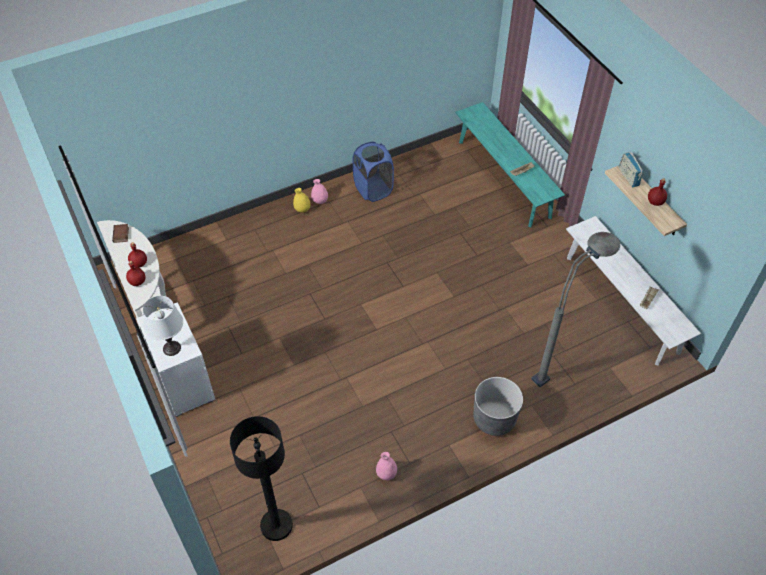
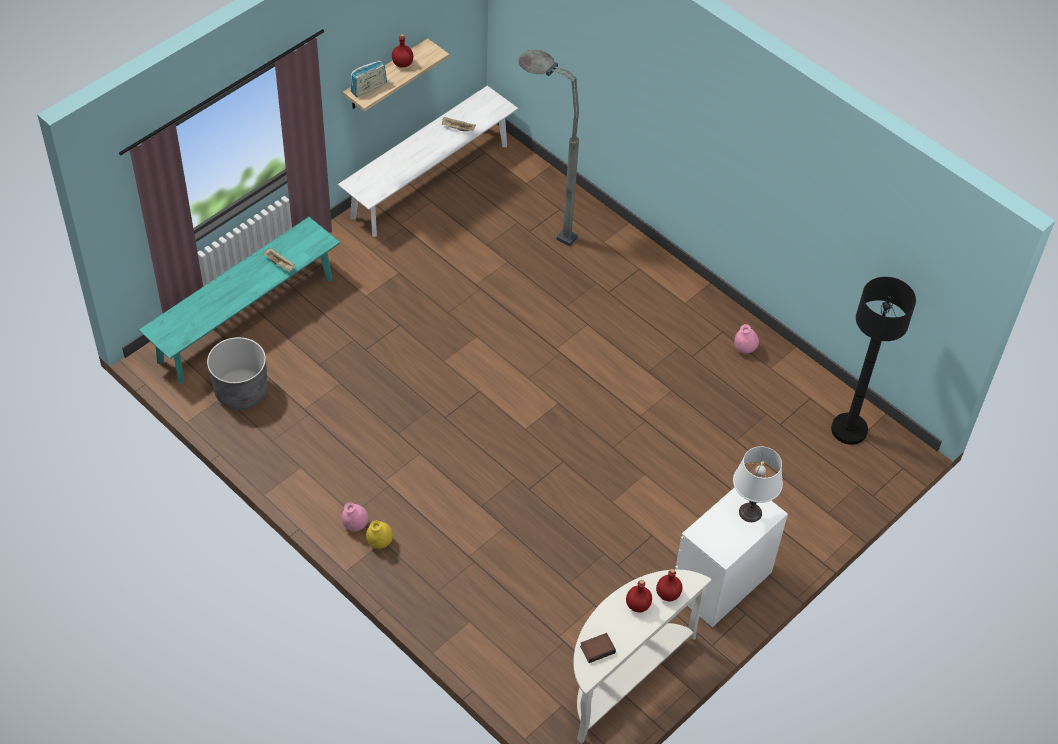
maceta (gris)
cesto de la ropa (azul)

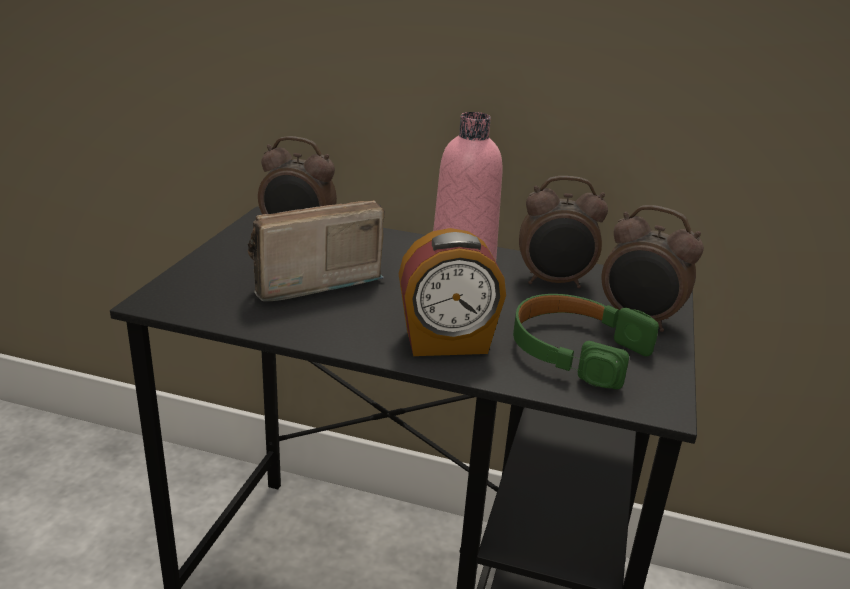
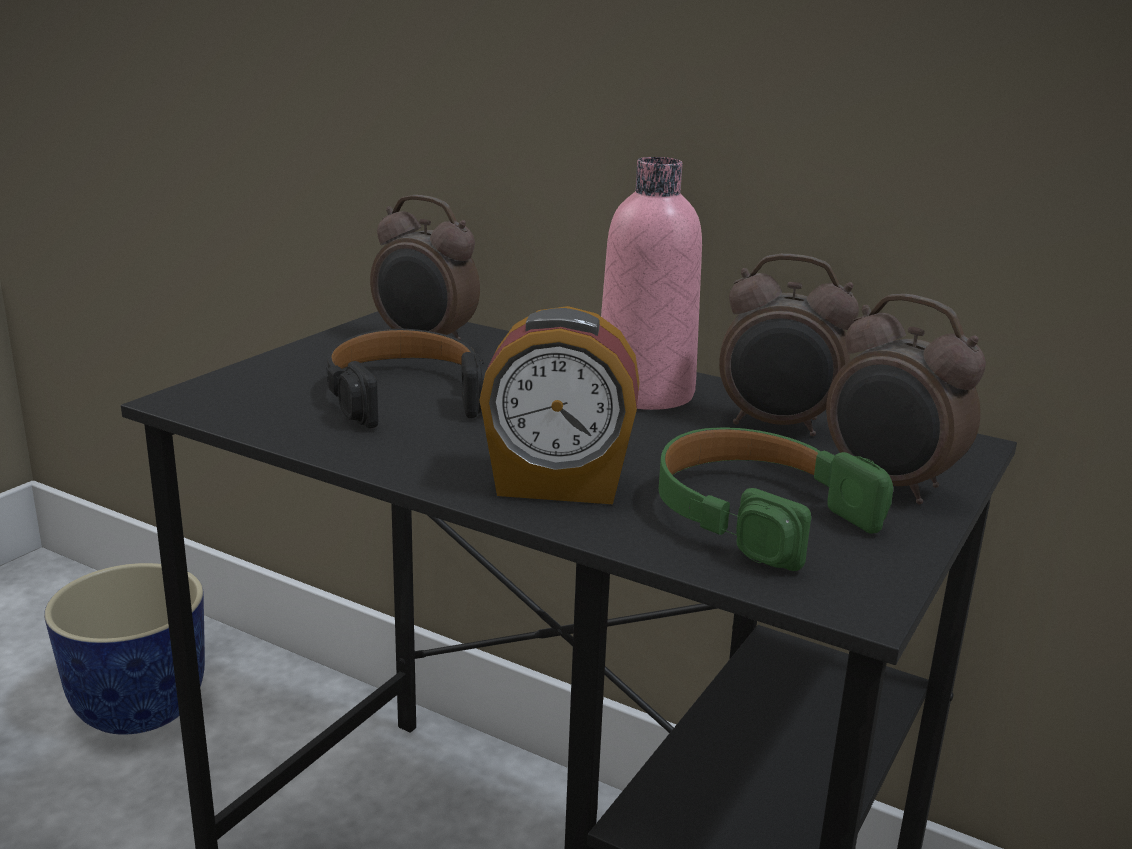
maceta
auriculares (negro)

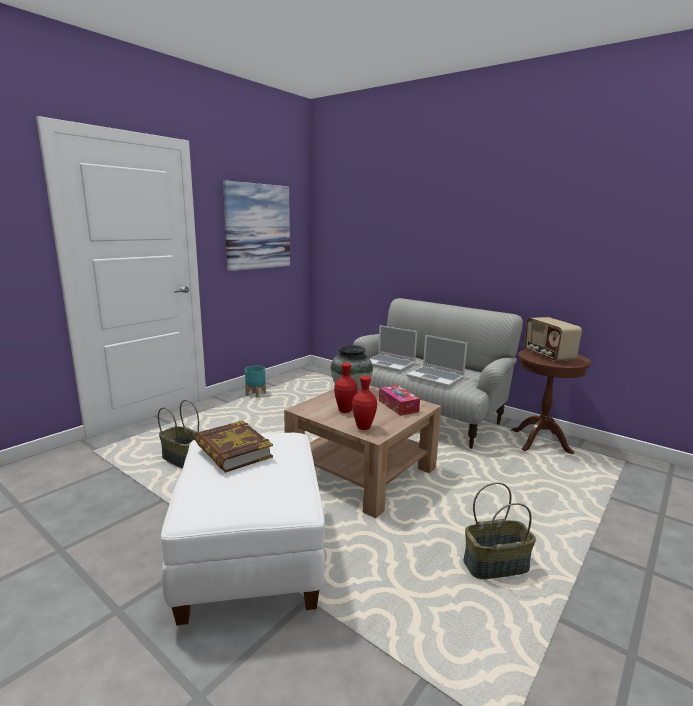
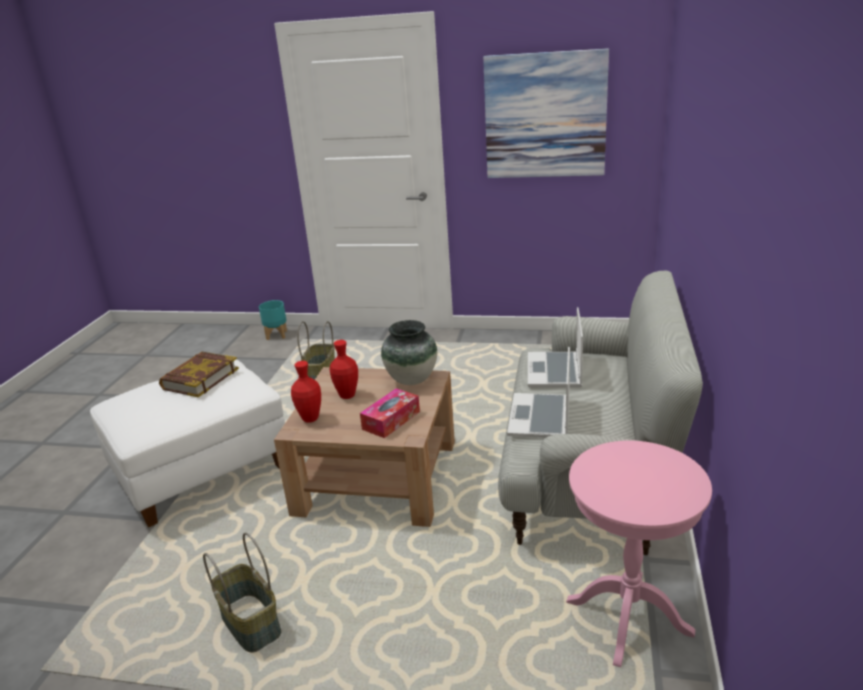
maceta (turquesa)
mesa auxiliar (rosa)
radio

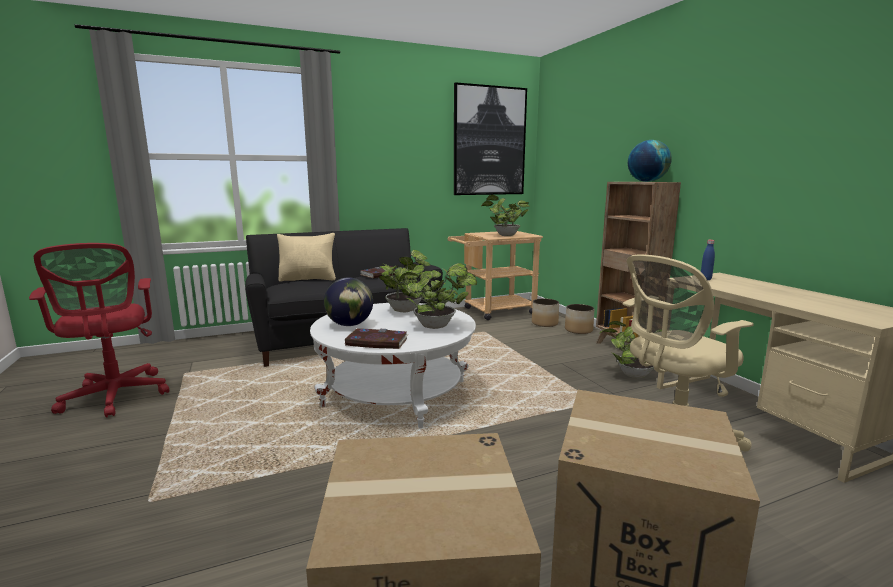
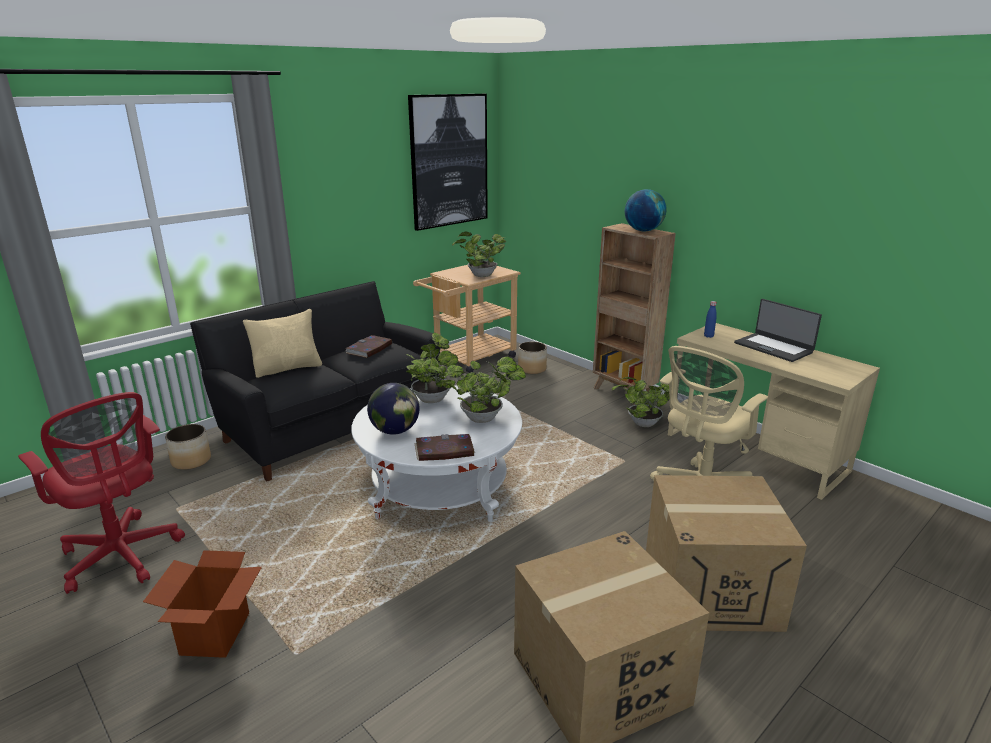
caja de cartón (1st from left)
maceta (1st from left)
portátil

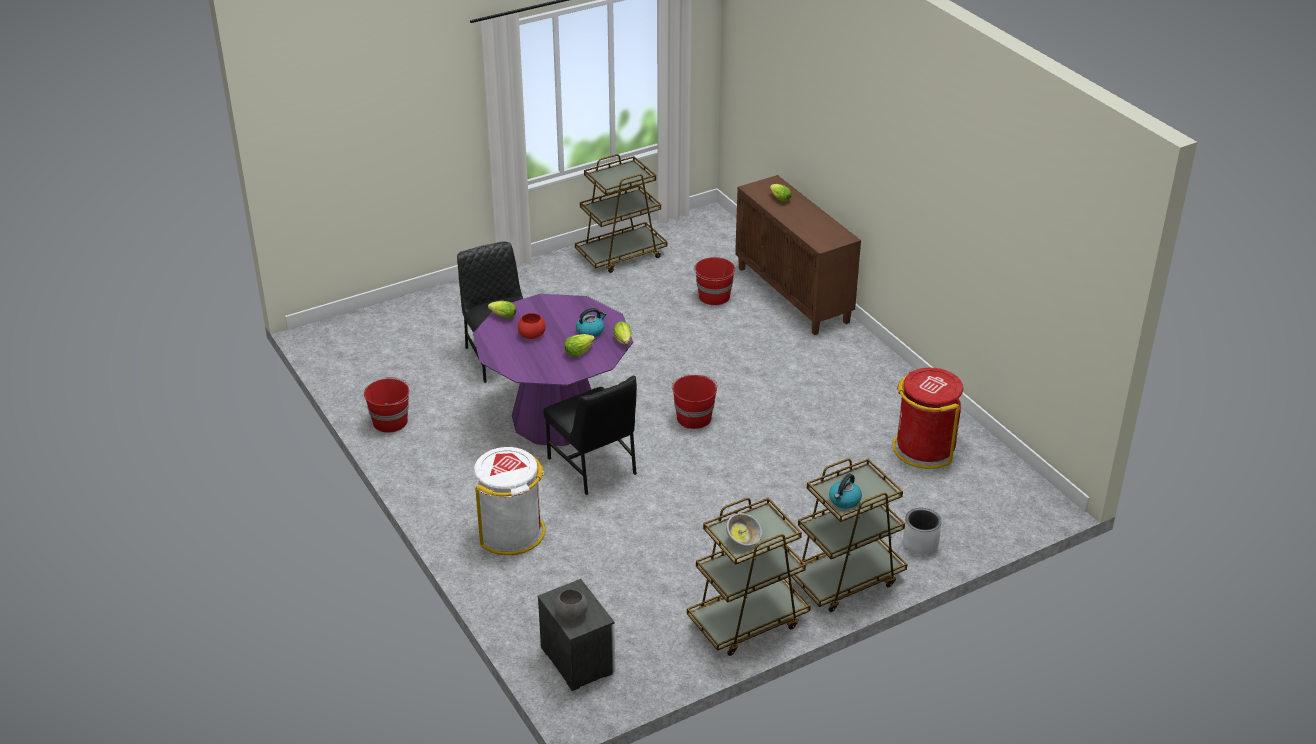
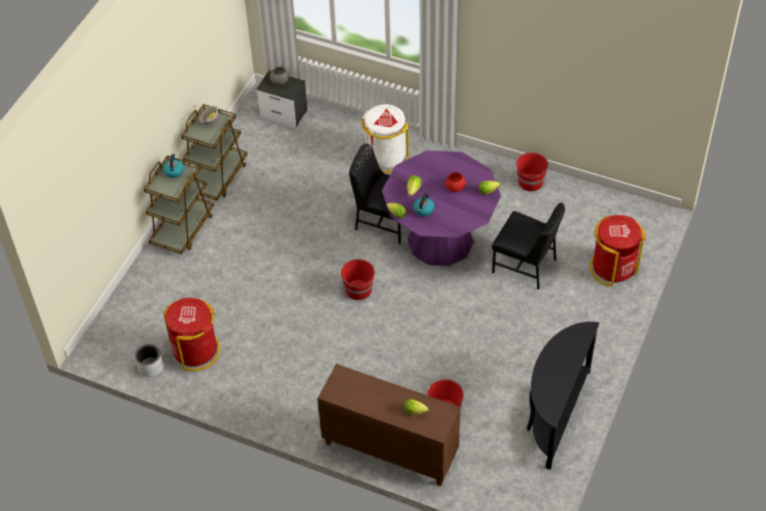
maceta (gris)
mesa consola (negro)
papelera (rojo) (2nd from left)

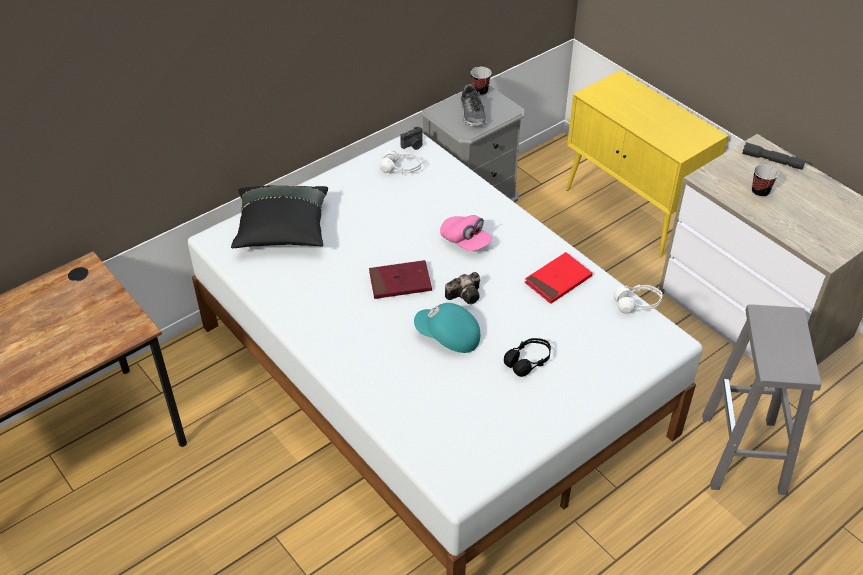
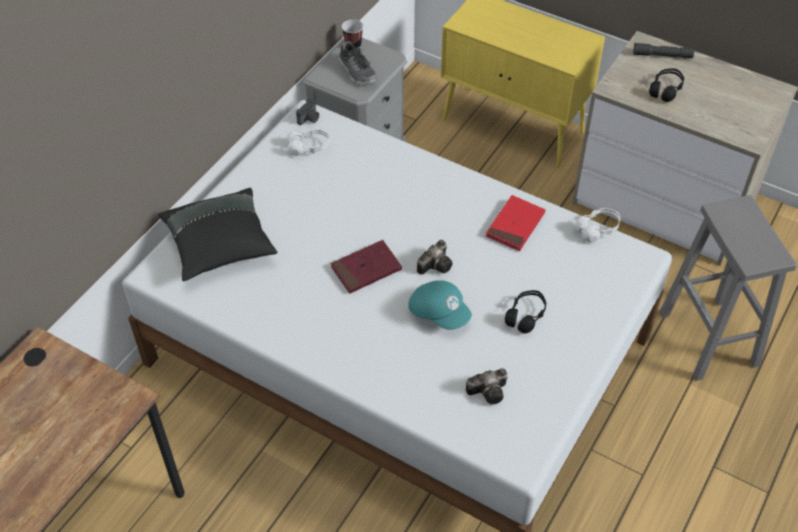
gorra (turquesa)
cámara (3rd from left)
auriculares (negro) (2nd from left)
gorra (rosa)

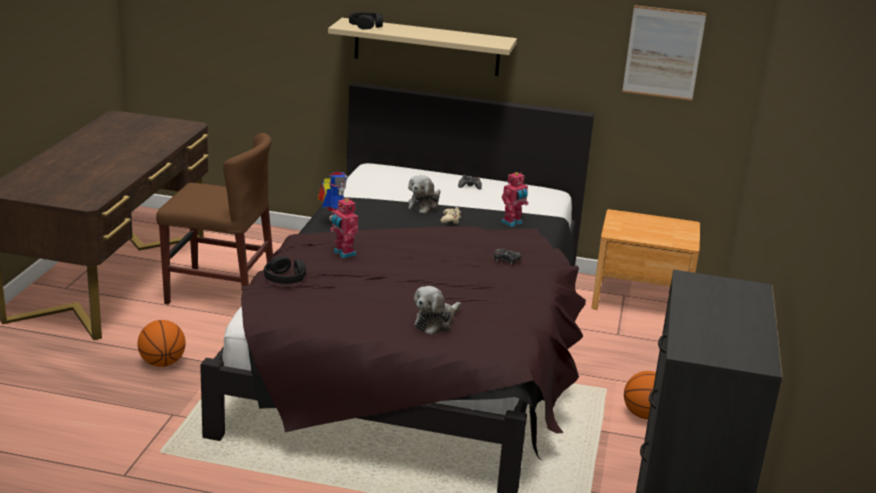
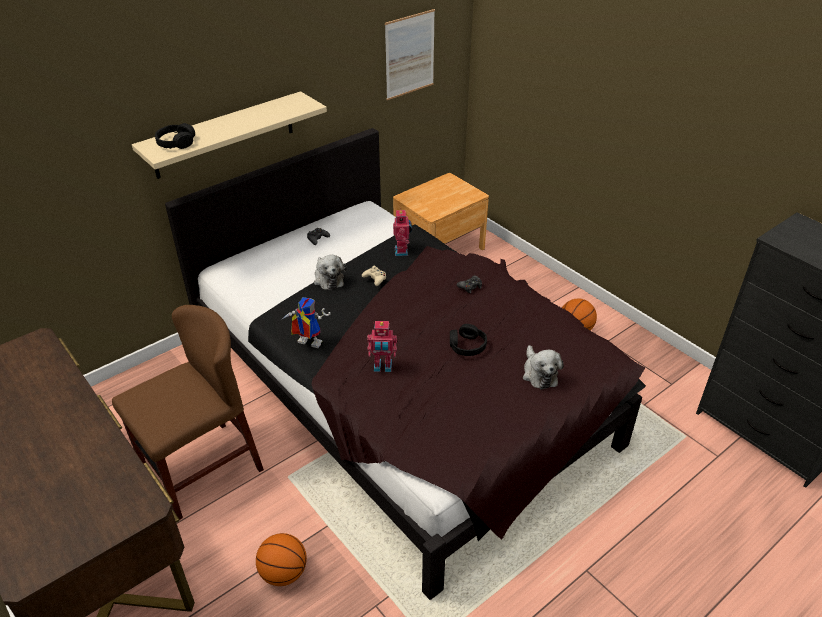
auriculares (negro) (2nd from left)

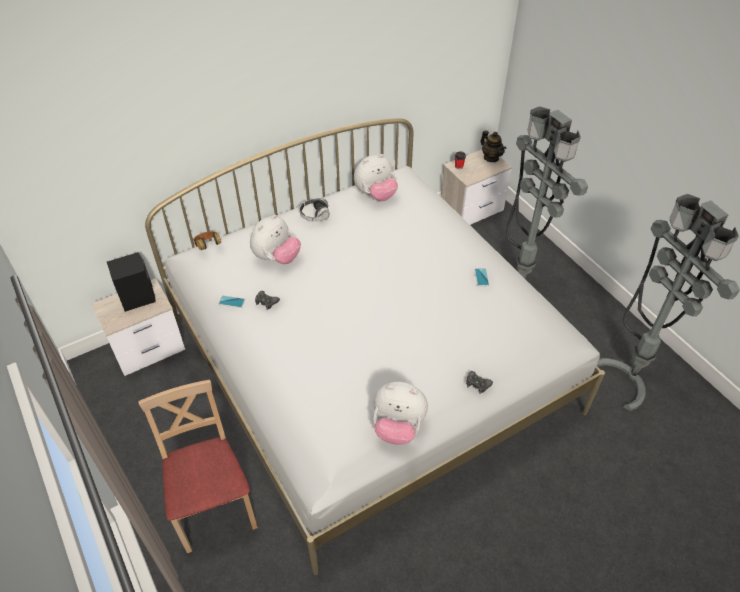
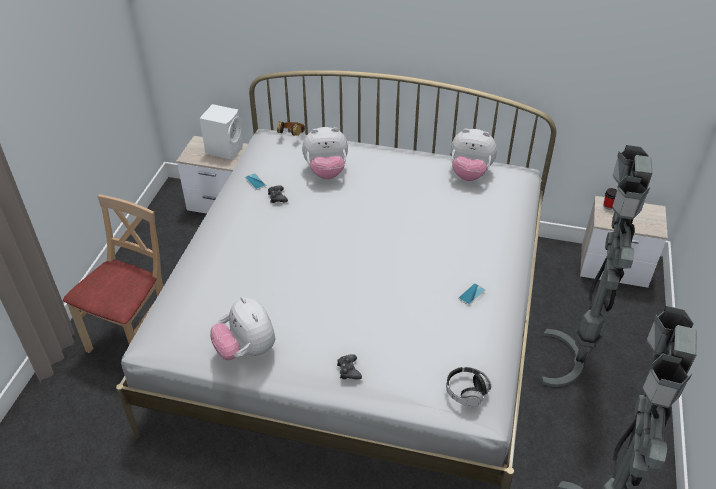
altavoz (blanco)
auriculares (2nd from left)
tetera

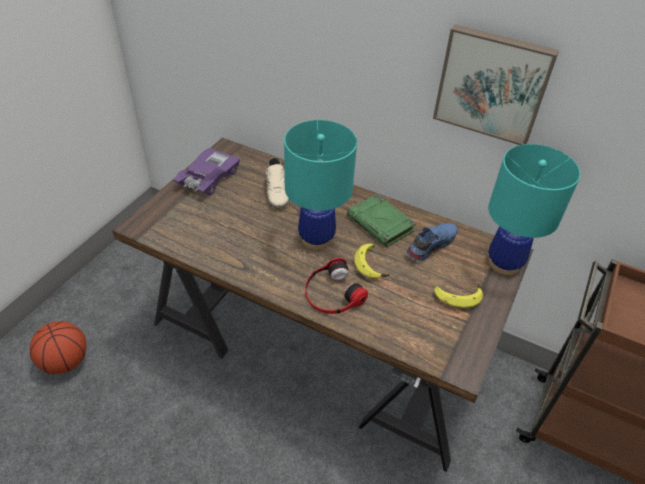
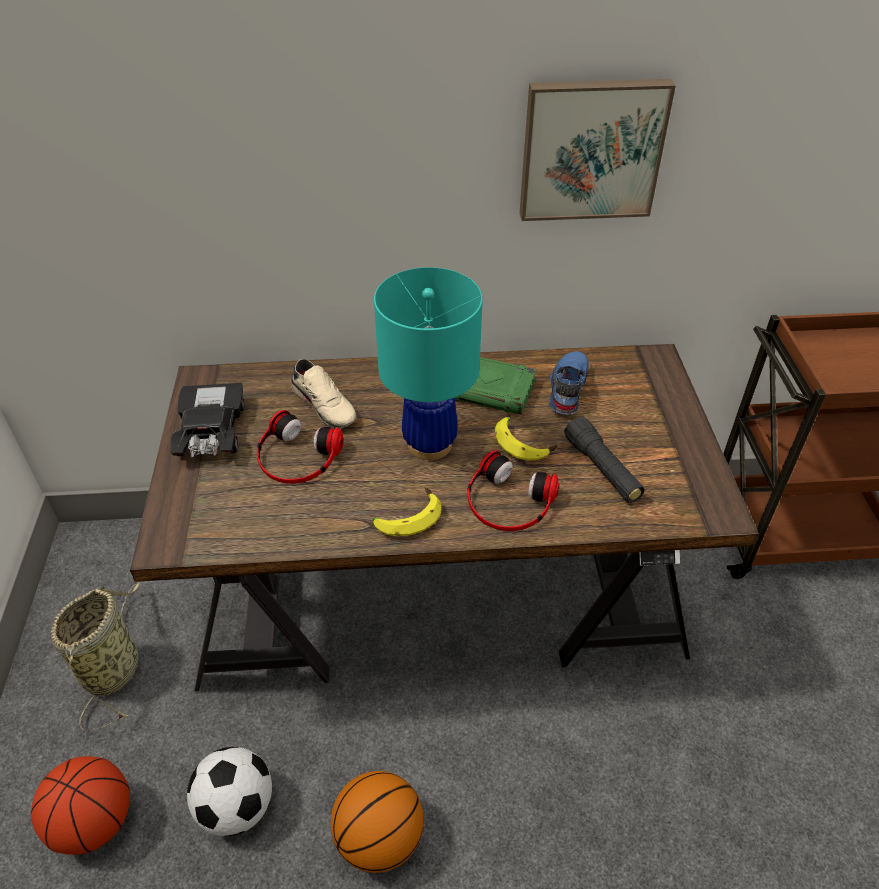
cesta
coche de juguete (negro)
balón de fútbol
auriculares (1st from left)
balón de baloncesto (2nd from left)
plátano (1st from left)
linterna (negro)
lámpara de mesa (turquesa) (2nd from left in the first image)

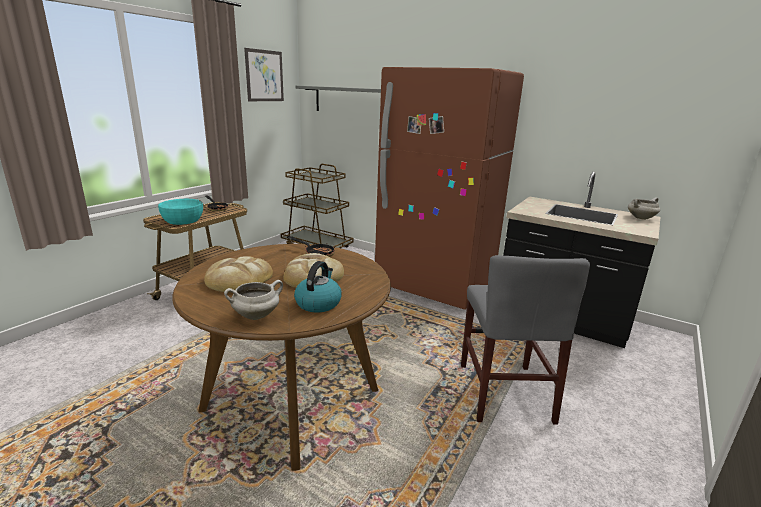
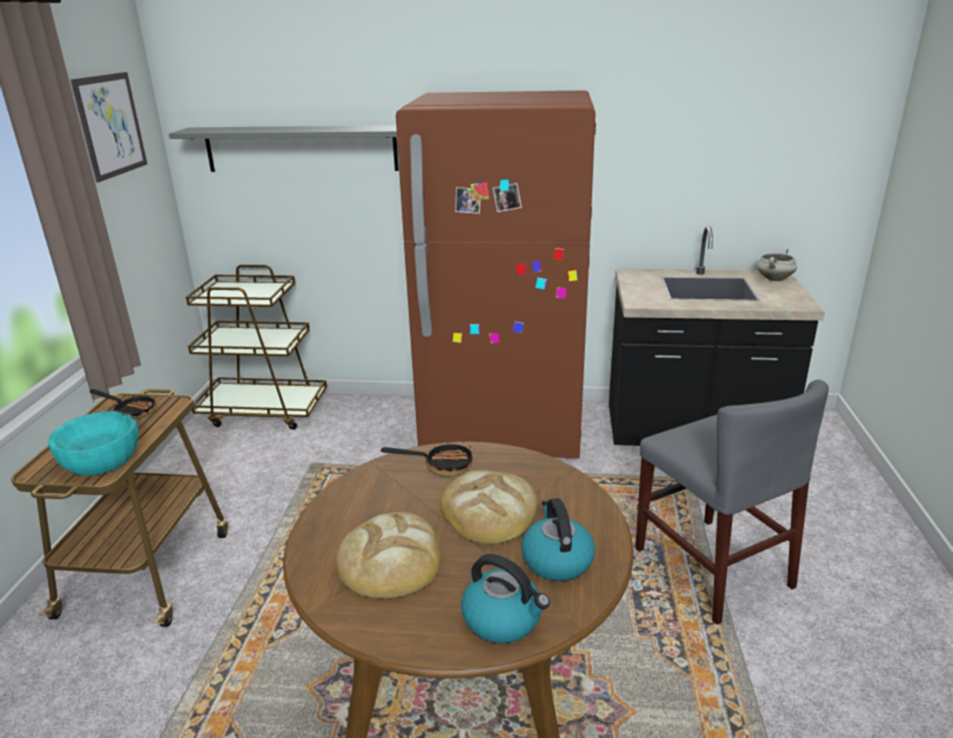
hervidor (1st from left)

